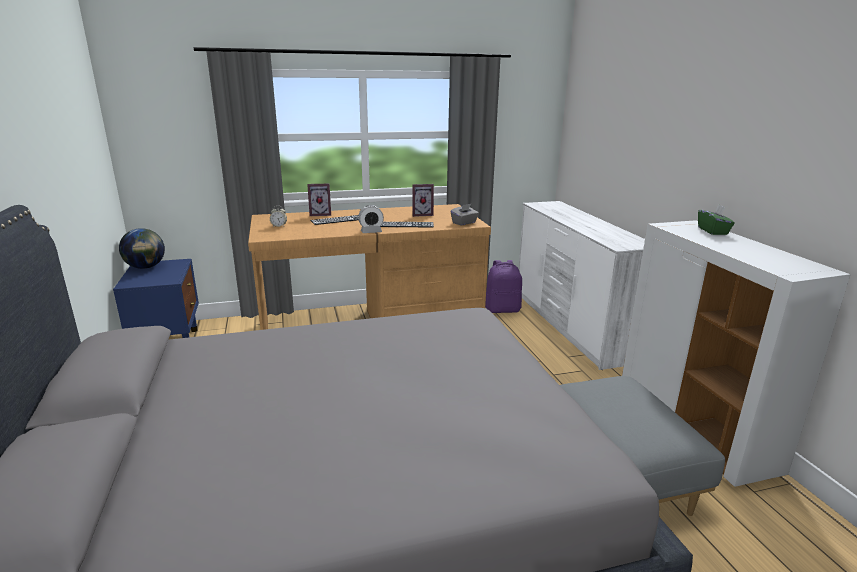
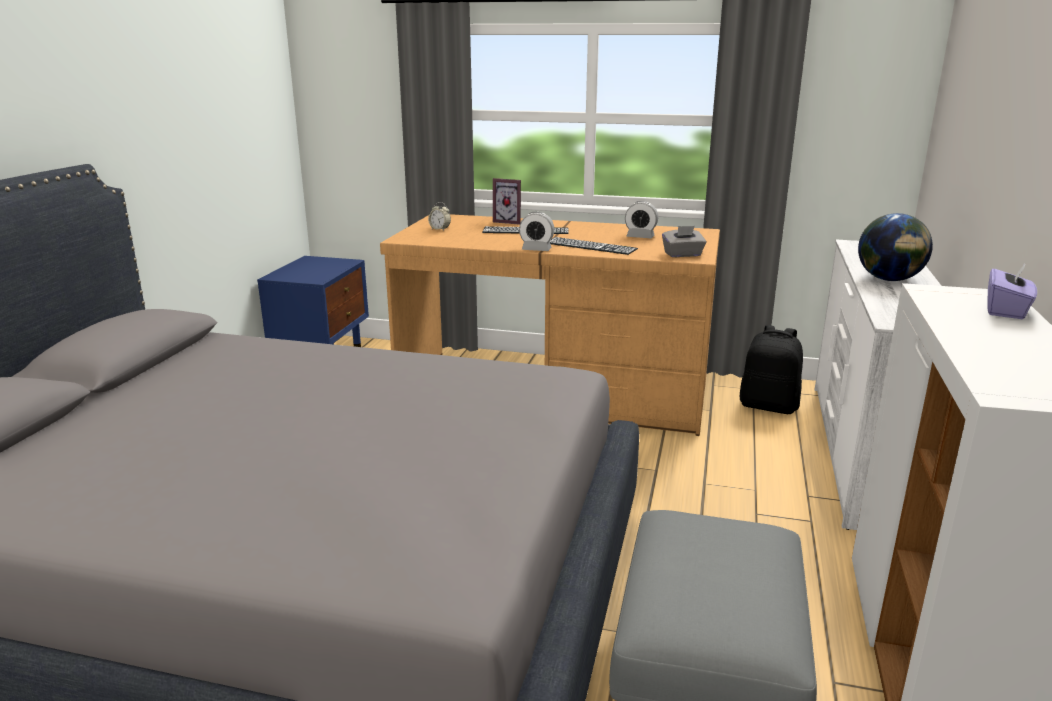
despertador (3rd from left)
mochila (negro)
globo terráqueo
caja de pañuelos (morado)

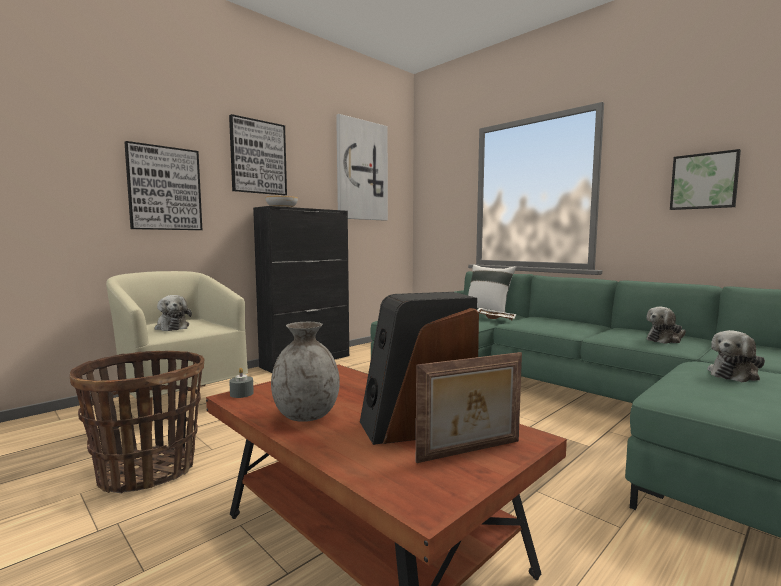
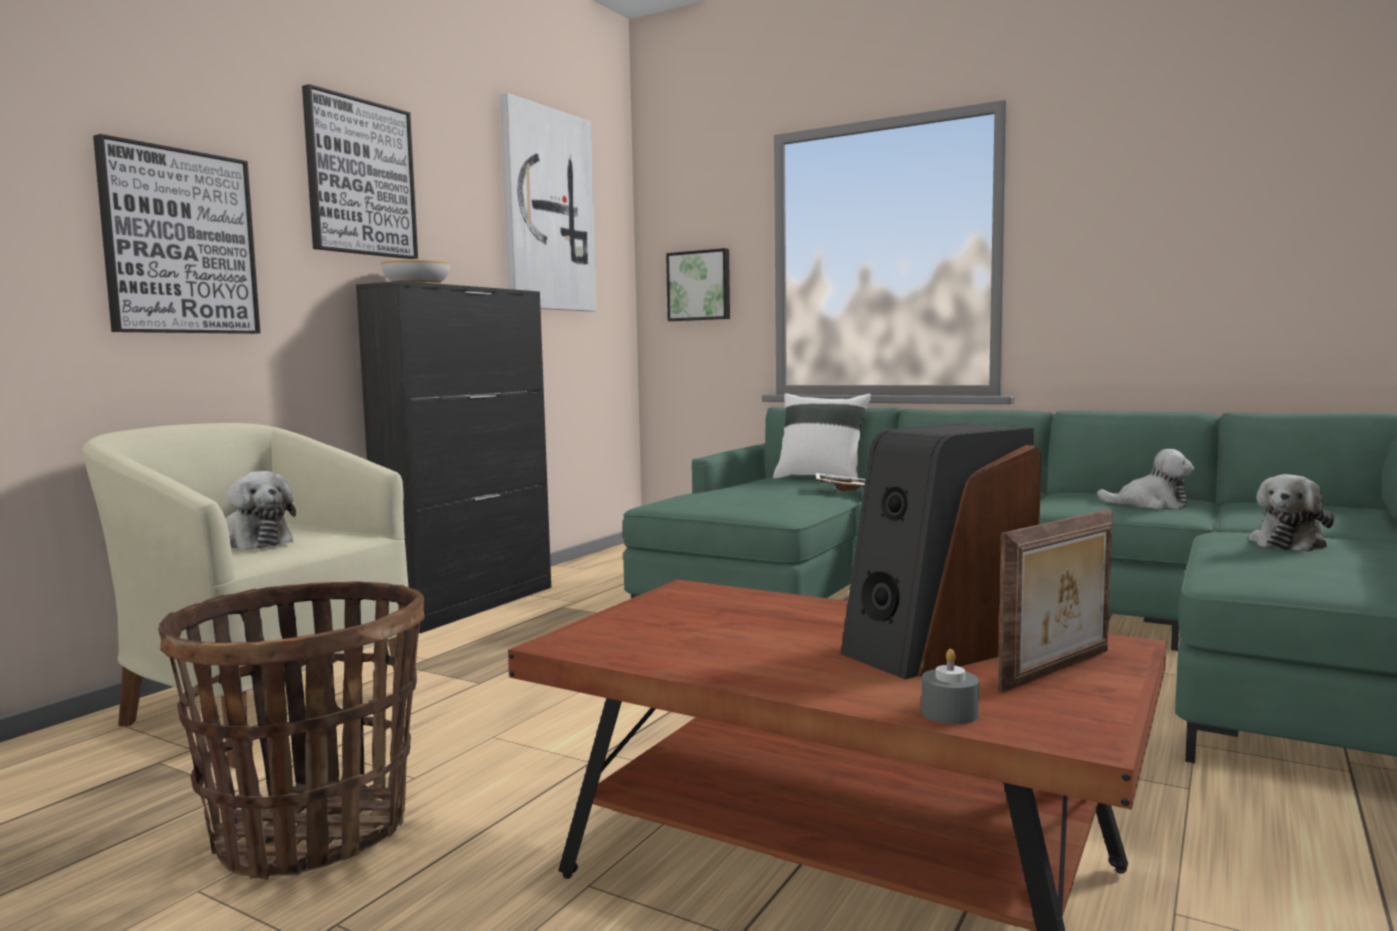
cuadro (4th from left)
vela (gris)
peluche (2nd from left)
florero (gris)

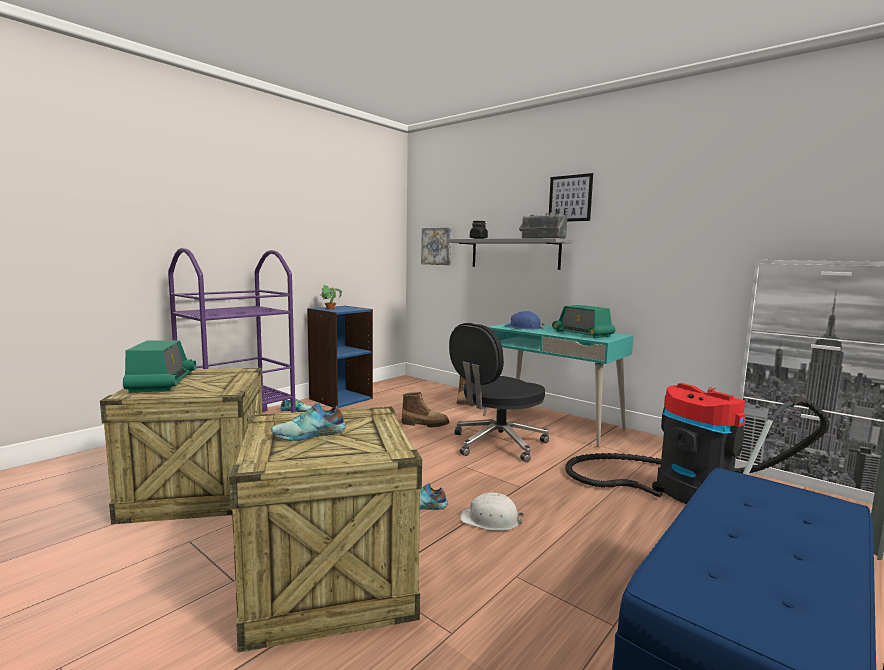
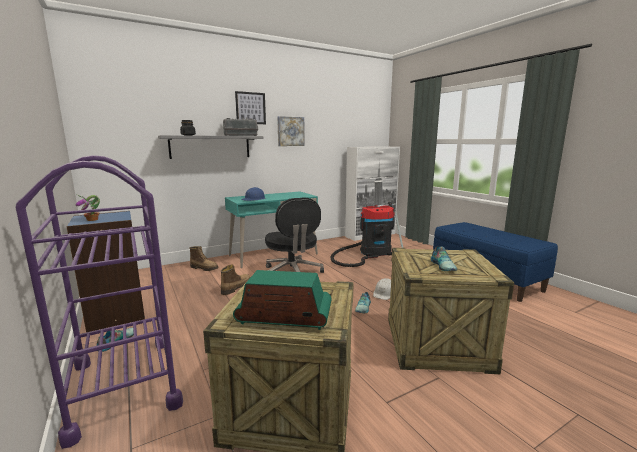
cuadro (2nd from left)
radio (3rd from left in the first image)

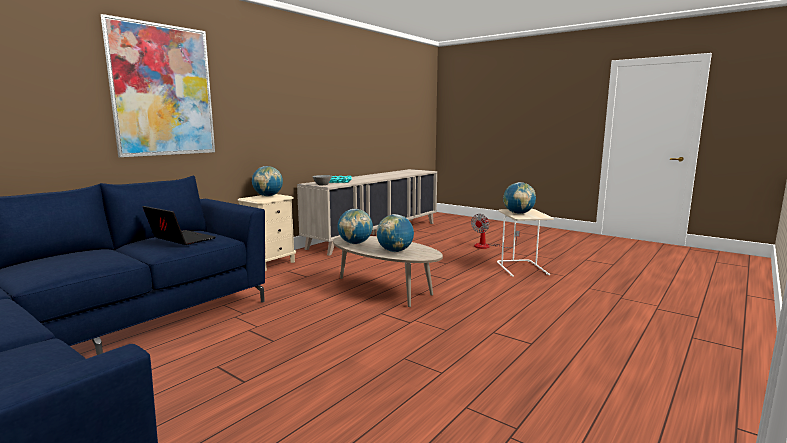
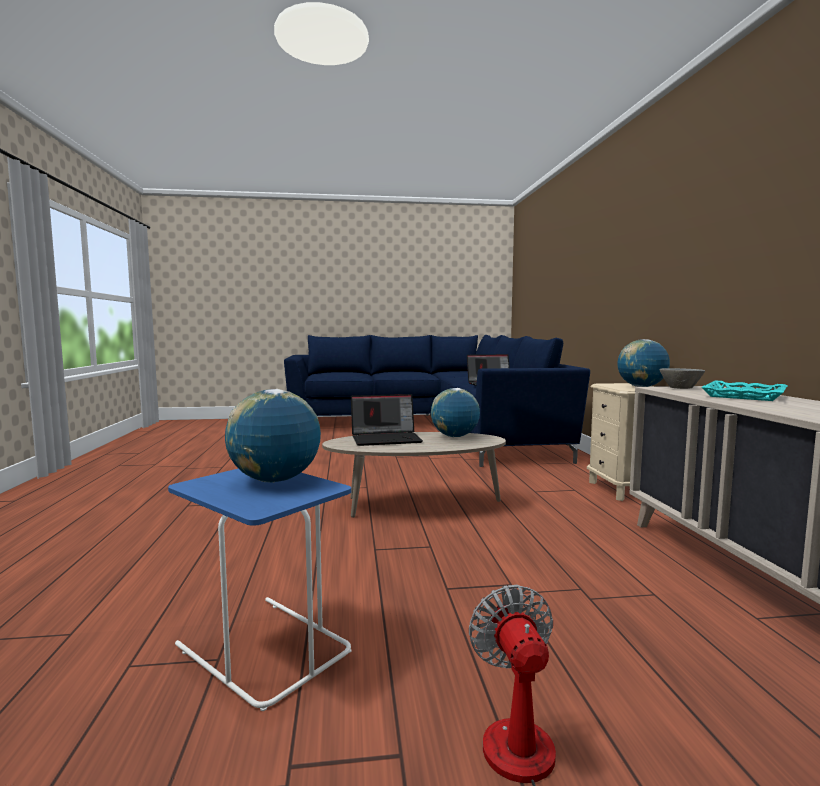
mesa auxiliar (azul)
portátil (1st from left)
cuadro

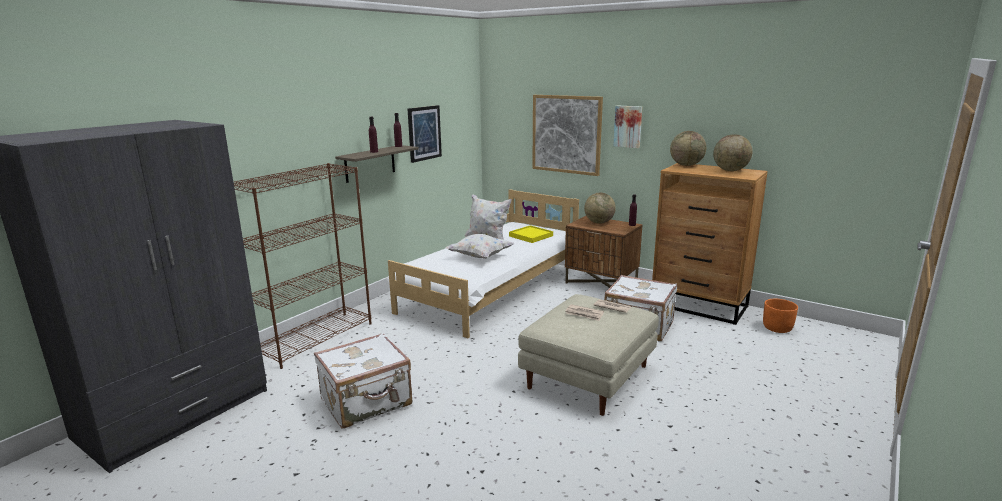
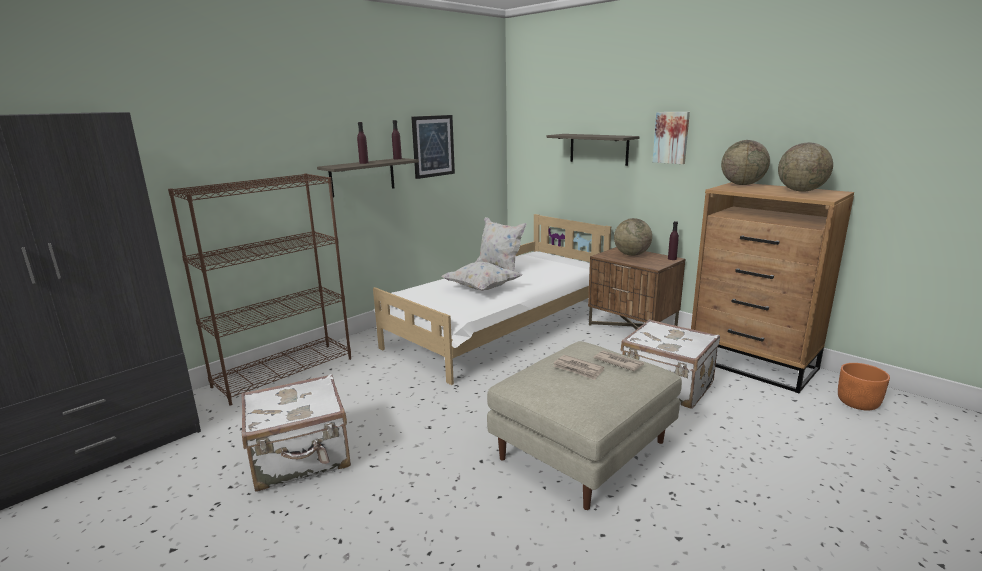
estante (2nd from left)
bandeja (amarillo)

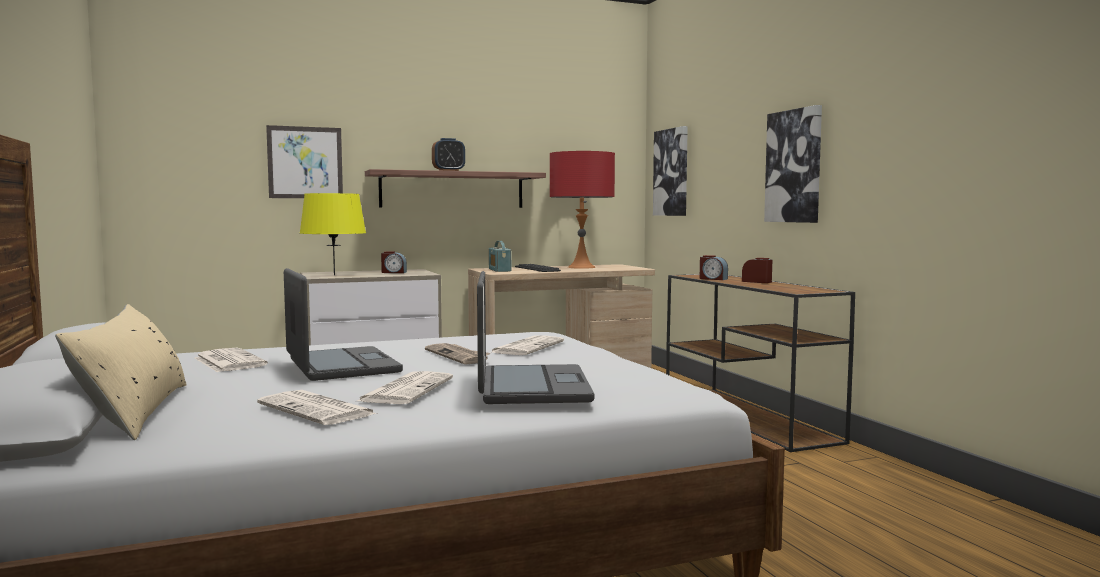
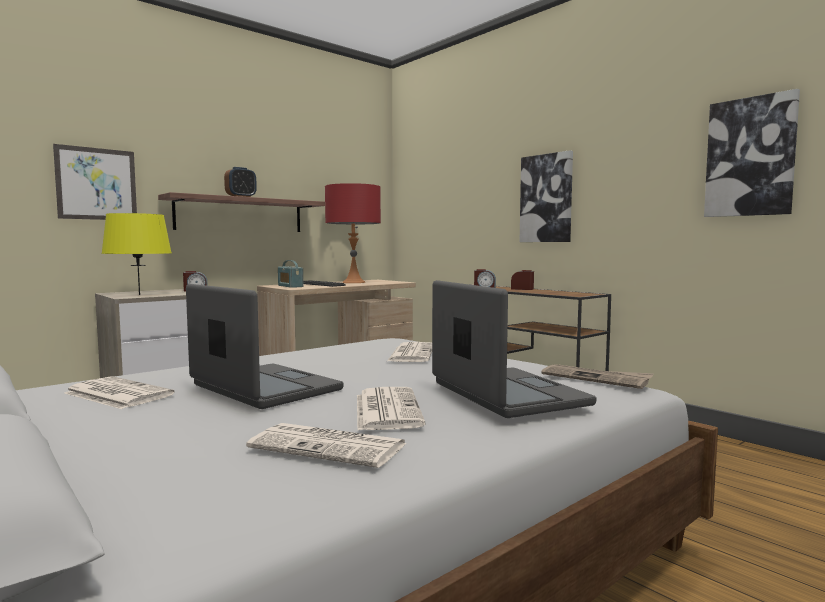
periódico (5th from left)
cuadro (3rd from left)
cojín (beis)

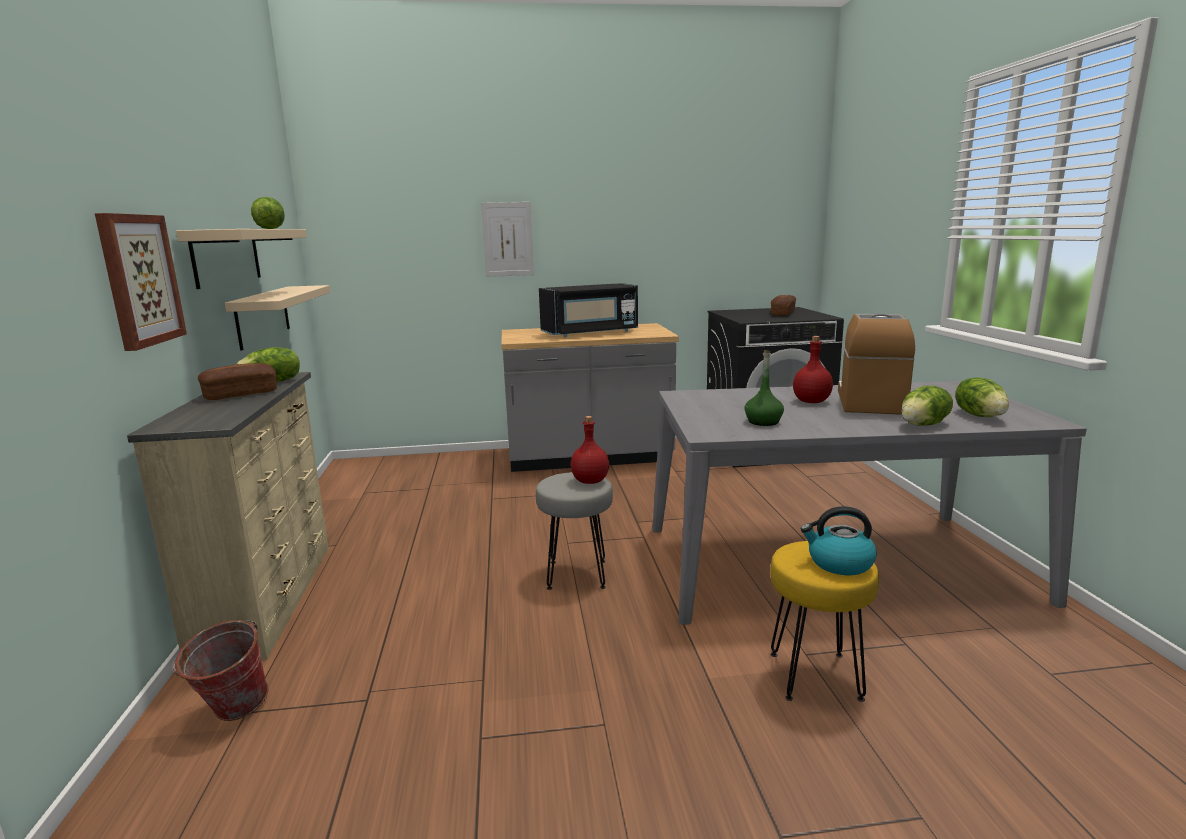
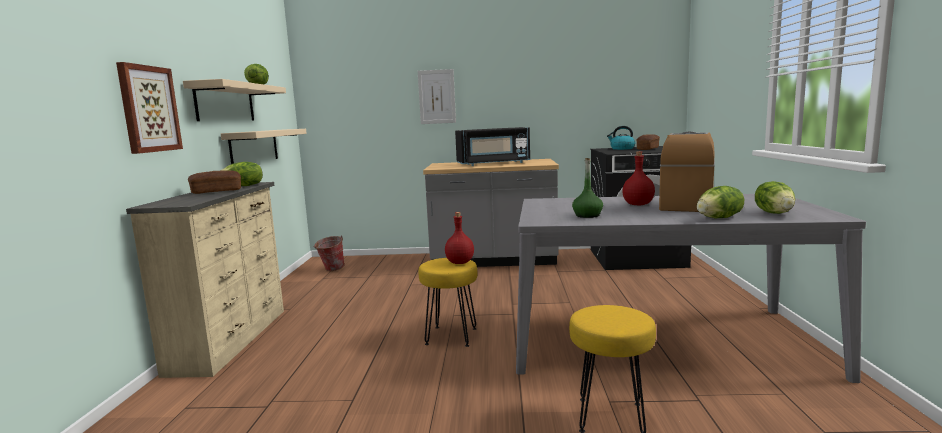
cubo
taburete (amarillo) (1st from left)
hervidor

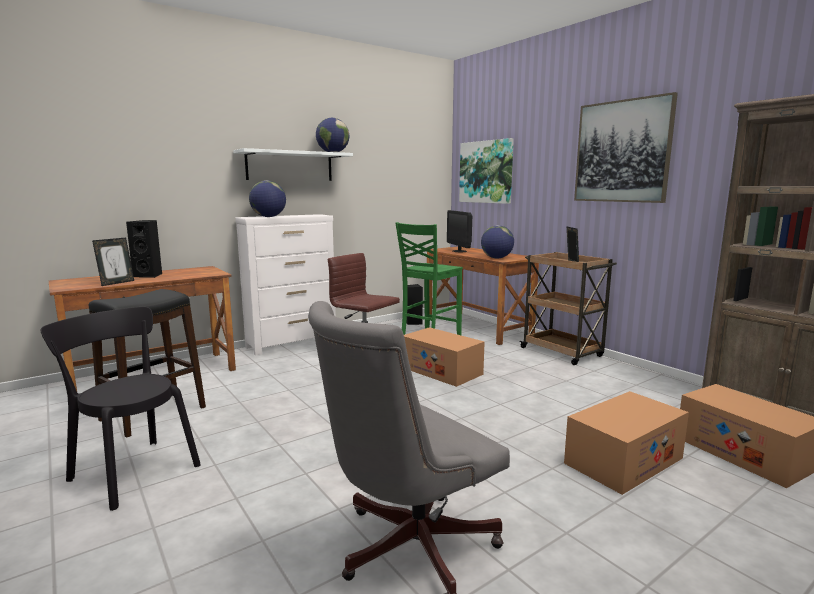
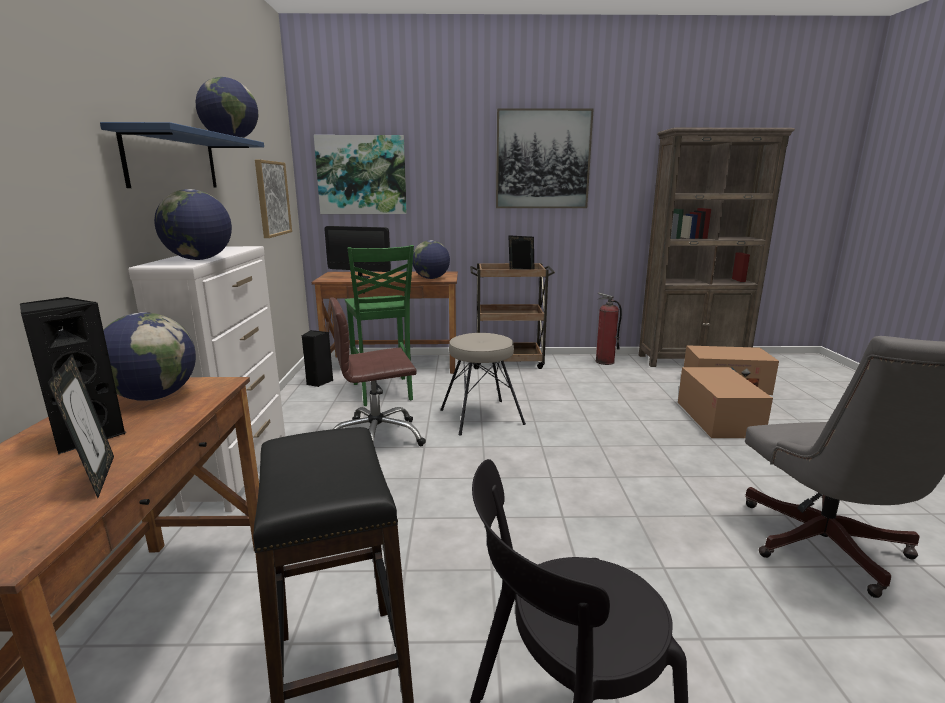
estante (azul)
globo terráqueo (1st from left)
cuadro (1st from left)
taburete (beis)
extintor

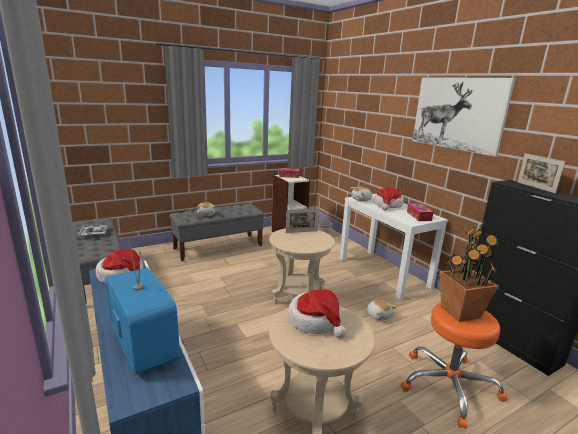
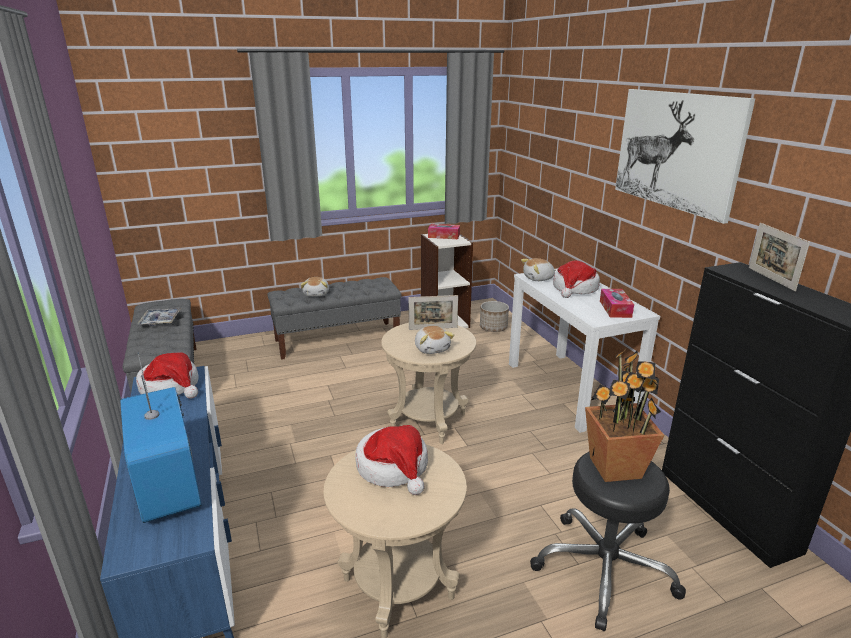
peluche (2nd from left)
taburete (negro)

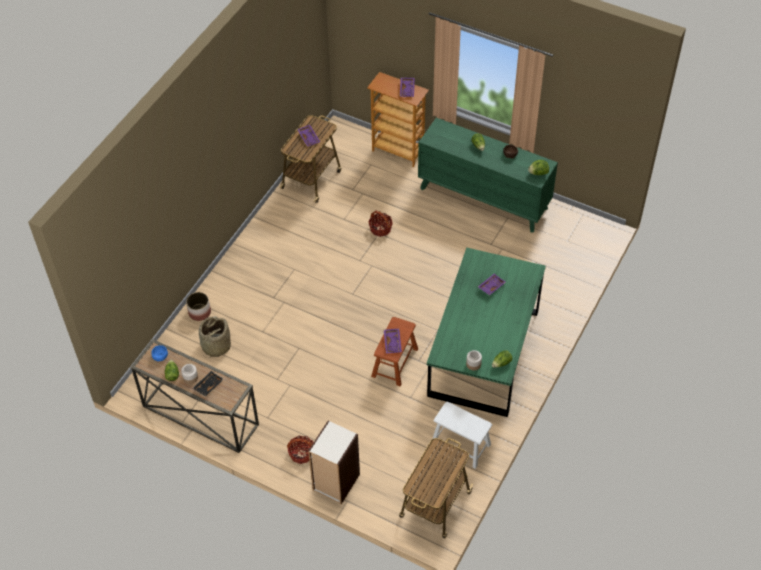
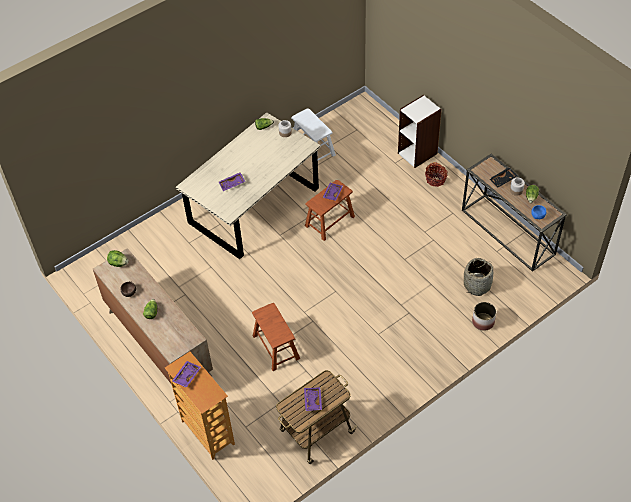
cómoda (marrón)
mesa de comedor (beis)
taburete (marrón) (1st from left)
carrito (2nd from left in the first image)

